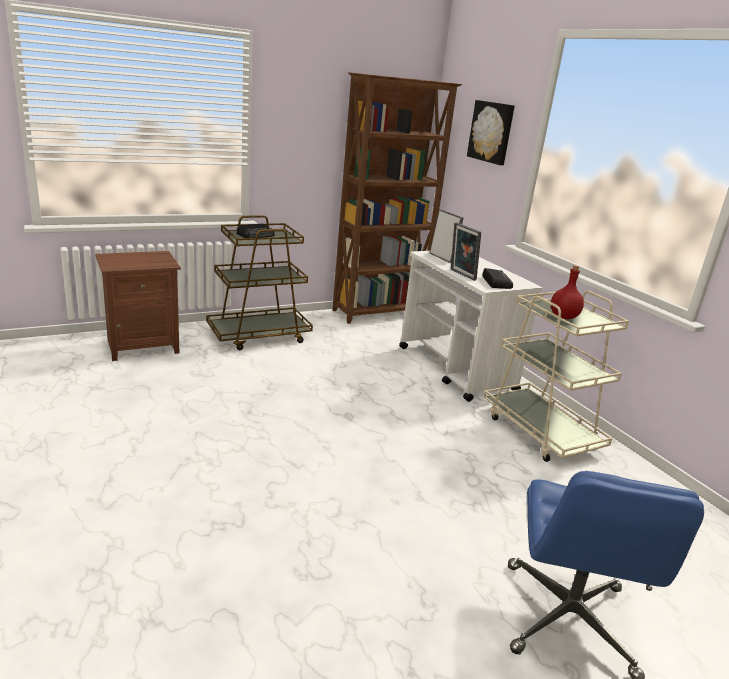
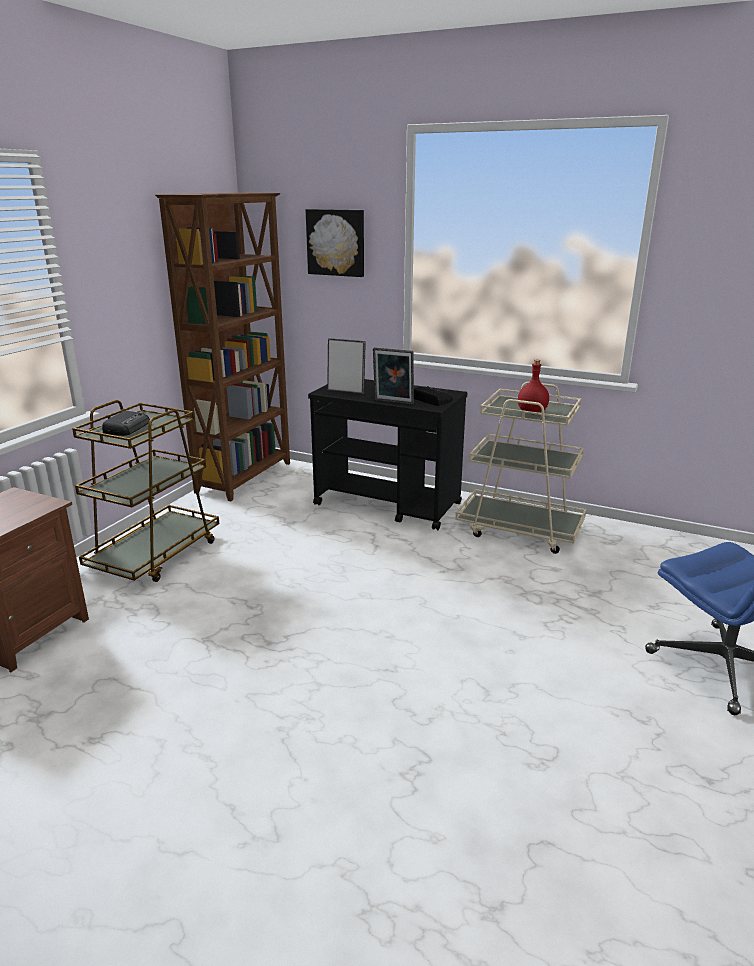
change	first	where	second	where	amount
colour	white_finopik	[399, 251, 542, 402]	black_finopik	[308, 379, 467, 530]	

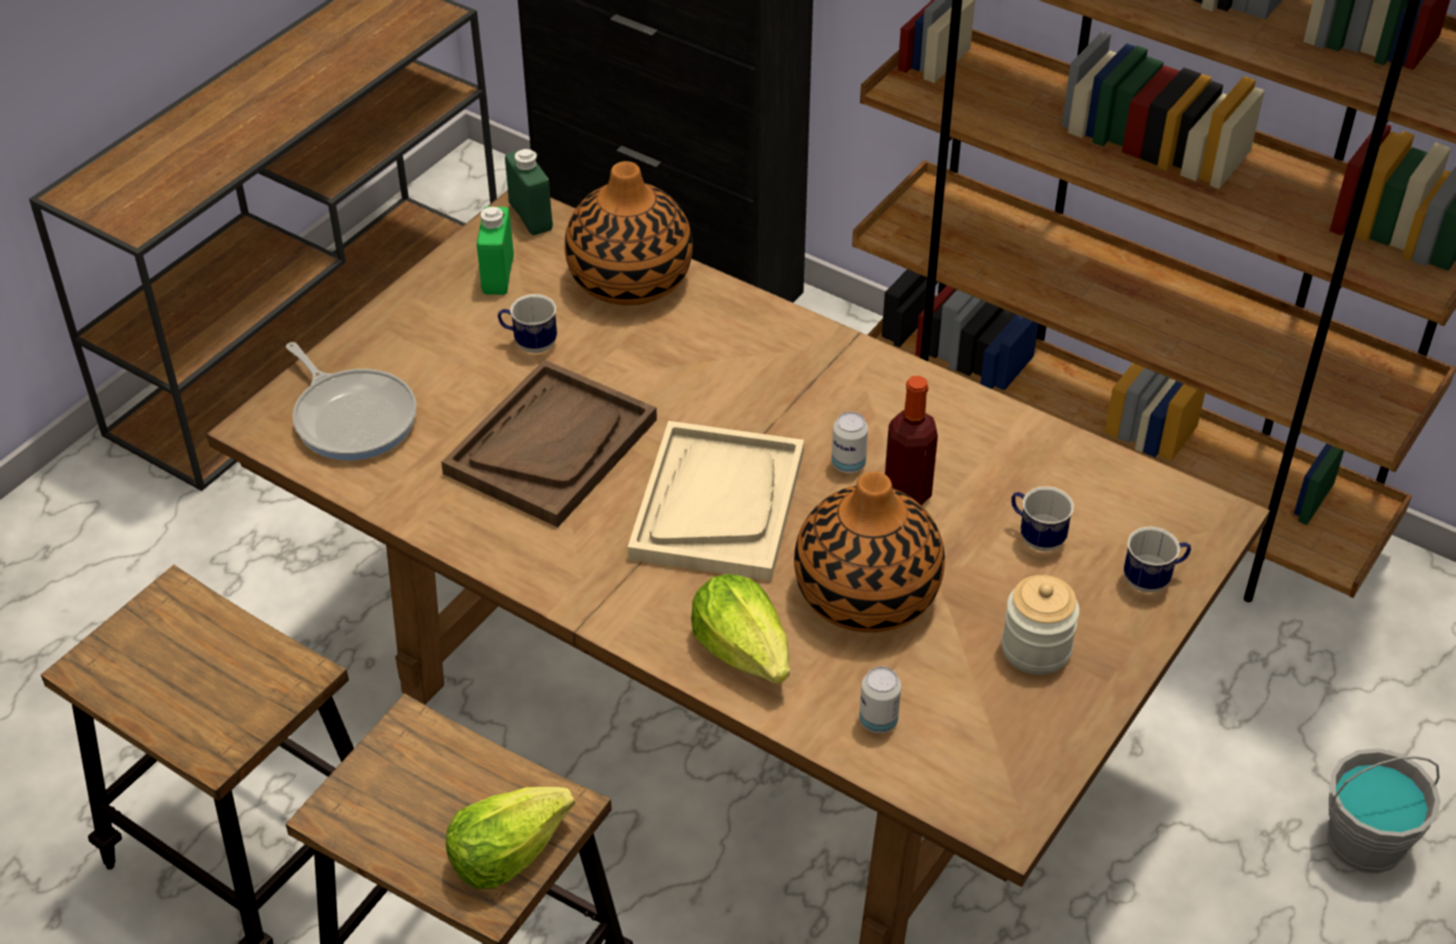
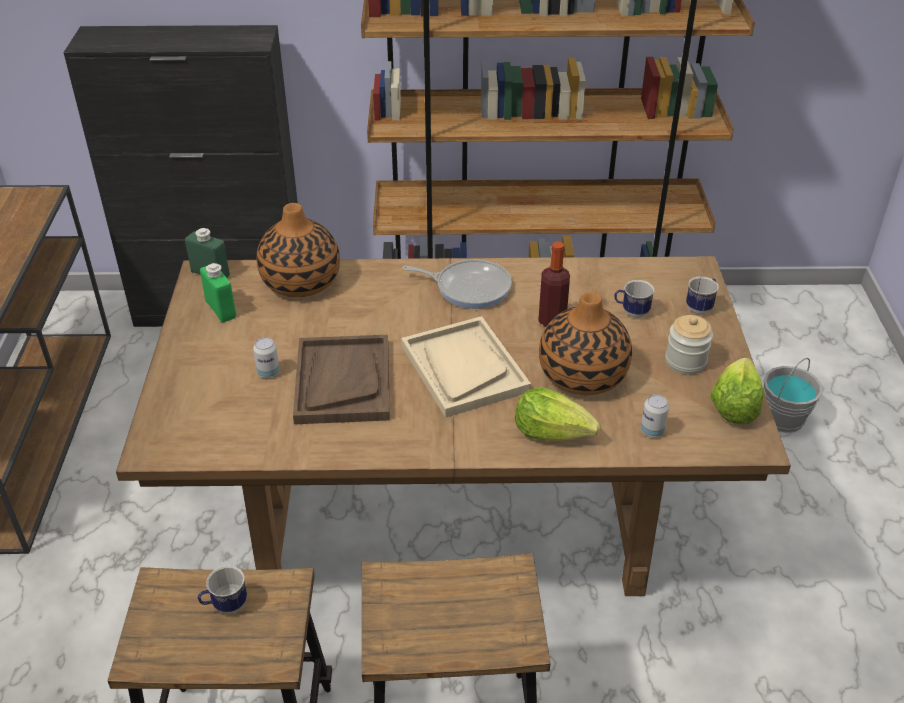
change	first	where	second	where	amount
relocated	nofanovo	[286, 342, 417, 461]		[403, 259, 512, 309]	
relocated	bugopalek	[446, 787, 575, 889]		[710, 358, 763, 424]	
relocated	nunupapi	[498, 294, 557, 353]		[198, 566, 247, 614]	
relocated	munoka	[831, 412, 868, 473]		[253, 337, 280, 378]	

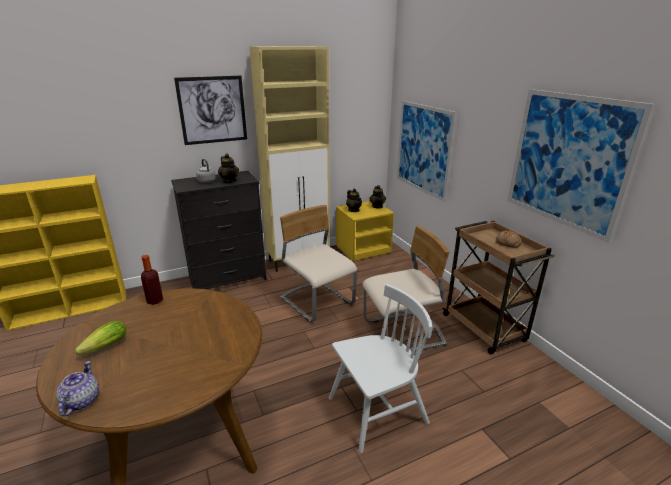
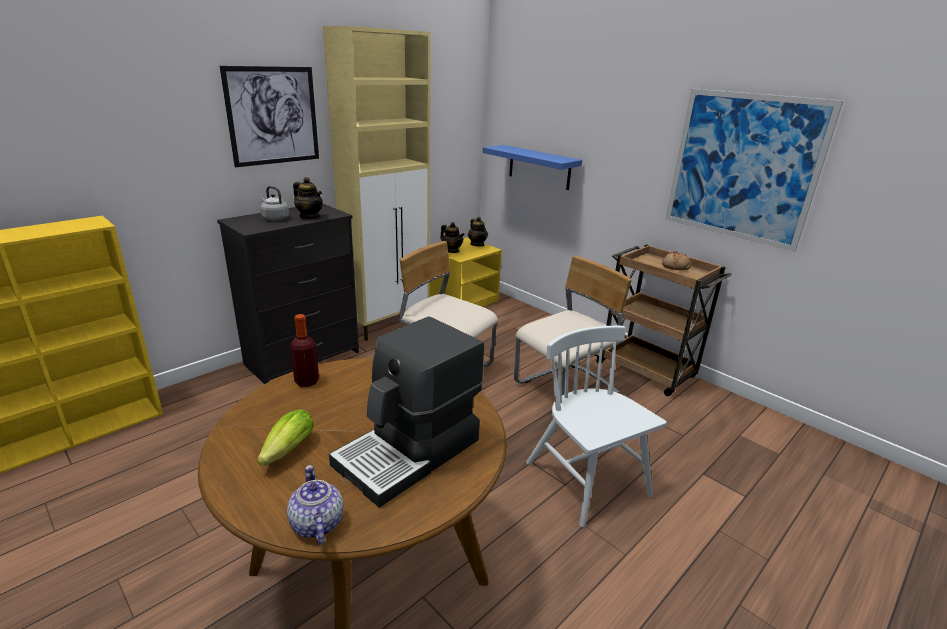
change	first	where	second	where	amount
spun	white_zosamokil	[329, 284, 433, 453]		[526, 326, 667, 527]	75 degrees counterclockwise
exchanged	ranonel	[397, 101, 456, 202]	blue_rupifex	[483, 145, 582, 190]	
appeared			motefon	[329, 317, 484, 508]	

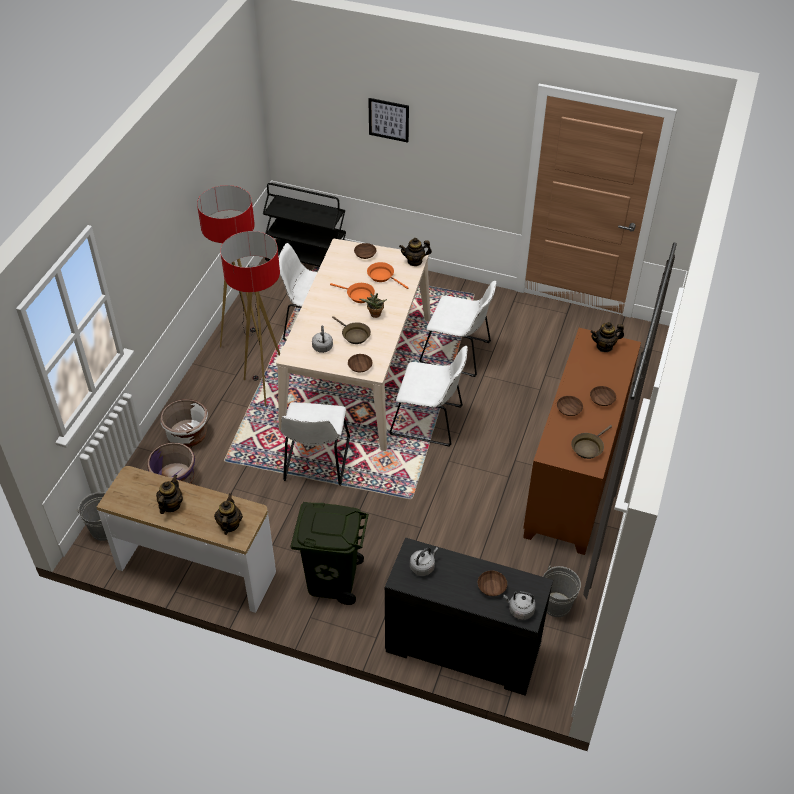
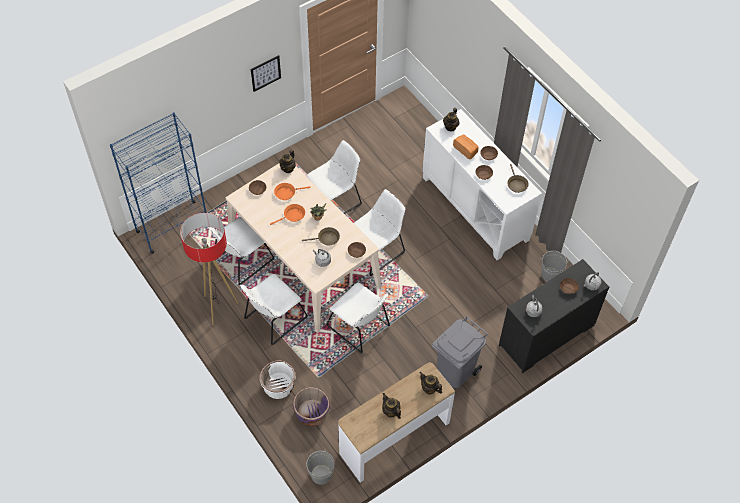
change	first	where	second	where	amount
exchanged	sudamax	[220, 231, 280, 406]	white_zosamokil	[240, 274, 308, 345]	
exchanged	black_finopik	[263, 183, 346, 267]	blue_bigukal	[110, 113, 207, 254]	
colour	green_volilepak	[290, 502, 369, 605]	grey_volilepak	[432, 317, 488, 388]	
relocated	ranonel	[368, 98, 409, 143]		[251, 55, 281, 92]	
colour	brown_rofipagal	[523, 328, 641, 555]	white_rofipagal	[422, 109, 542, 260]	
appeared			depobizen	[453, 135, 479, 160]	

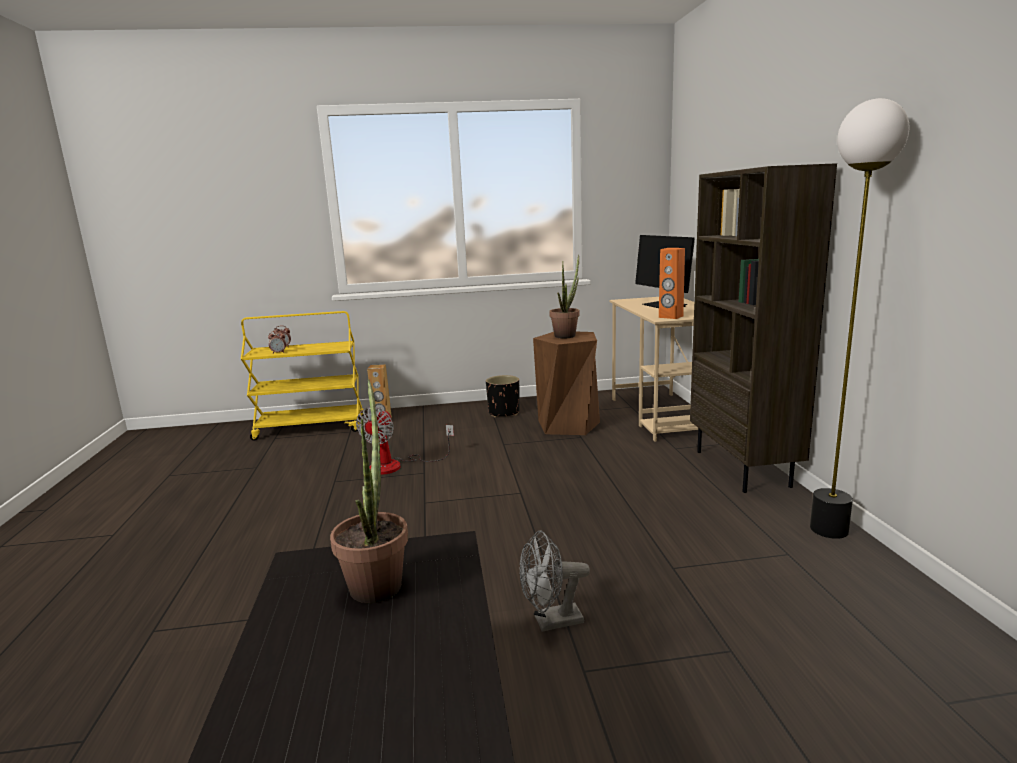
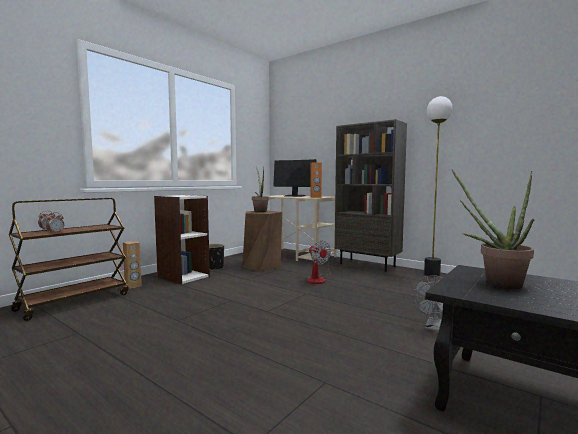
change	first	where	second	where	amount
colour	yellow_finopik	[241, 311, 363, 441]	brown_finopik	[9, 198, 128, 321]	
relocated	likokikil	[356, 407, 454, 475]		[307, 241, 331, 284]	
appeared			bigukal	[154, 195, 210, 284]	

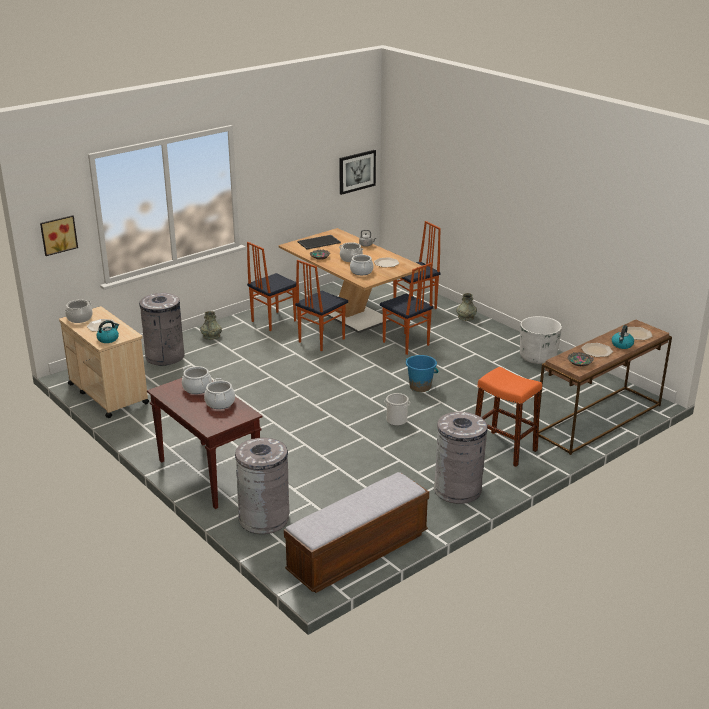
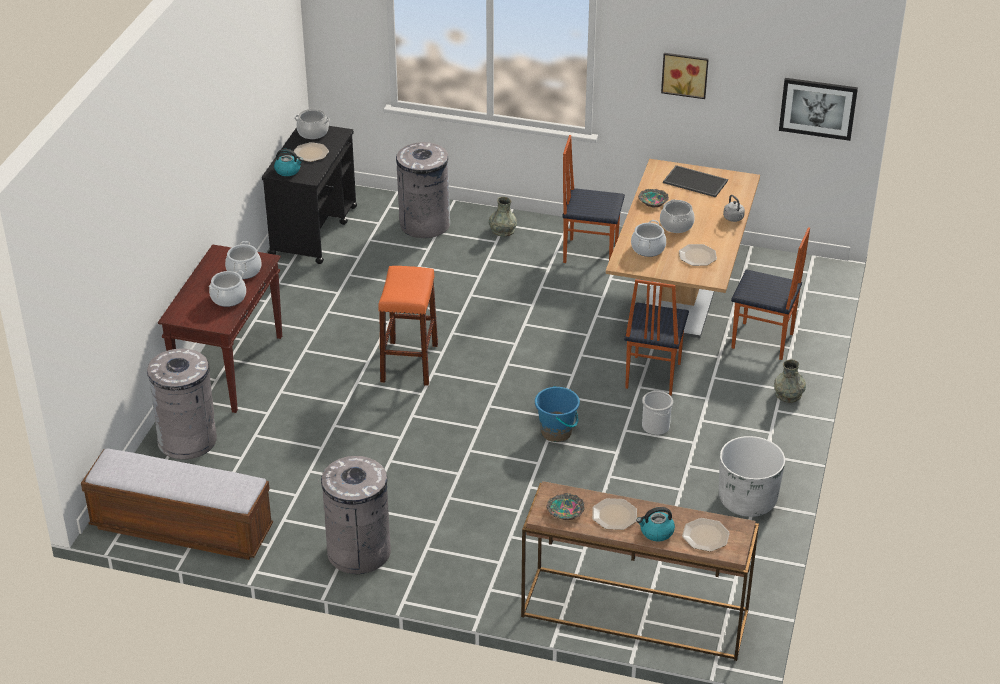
change	first	where	second	where	amount
relocated	ranonel	[40, 215, 78, 256]		[661, 53, 709, 99]	
colour	beige_finopik	[59, 306, 149, 418]	black_finopik	[262, 126, 357, 264]	
missing	zosamokil	[295, 260, 348, 352]			
relocated	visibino	[384, 393, 410, 426]		[642, 391, 673, 435]	
relocated	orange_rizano	[475, 367, 542, 467]		[378, 266, 438, 386]	

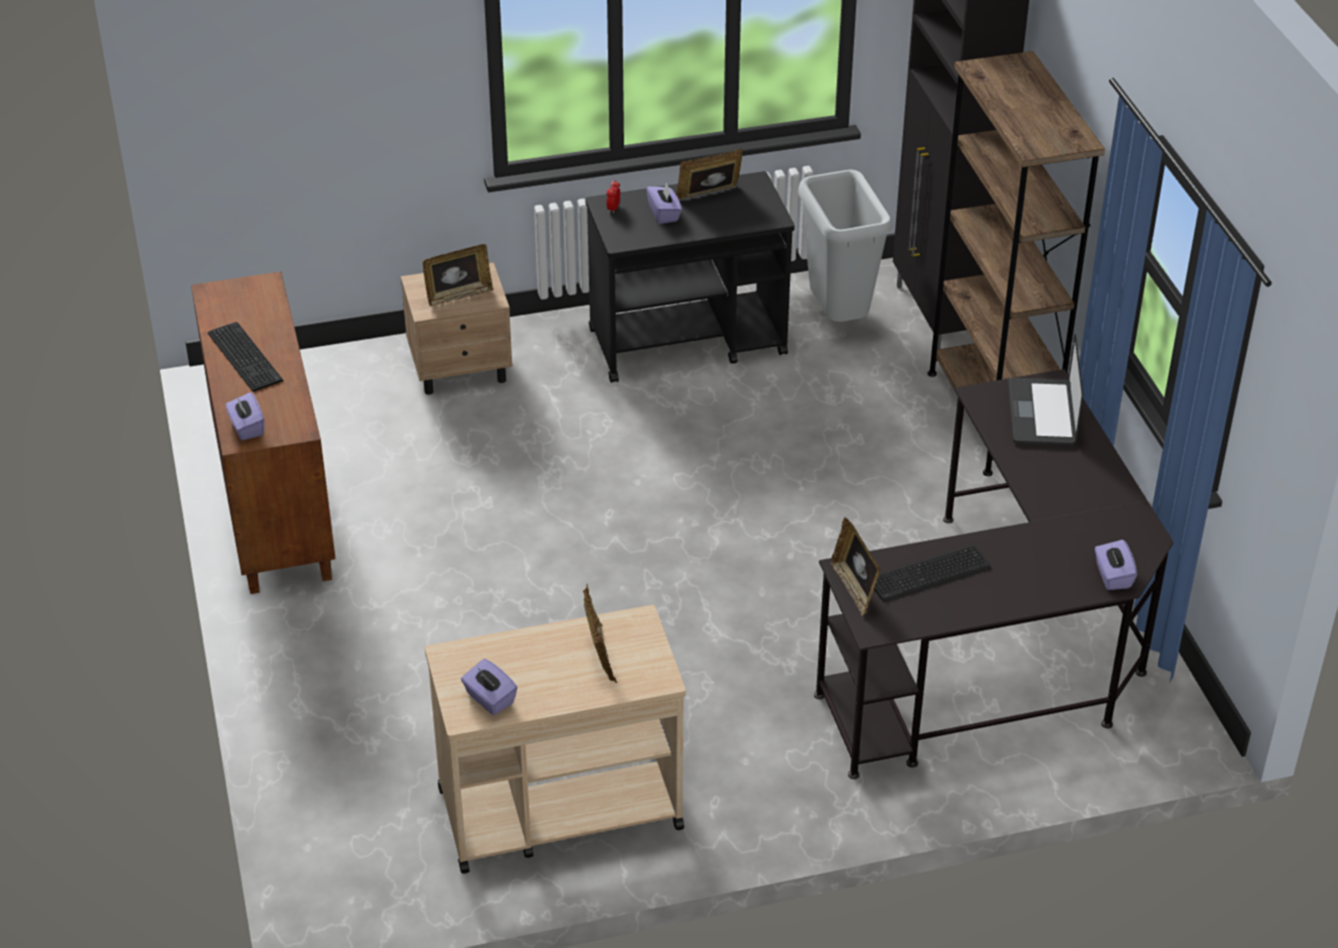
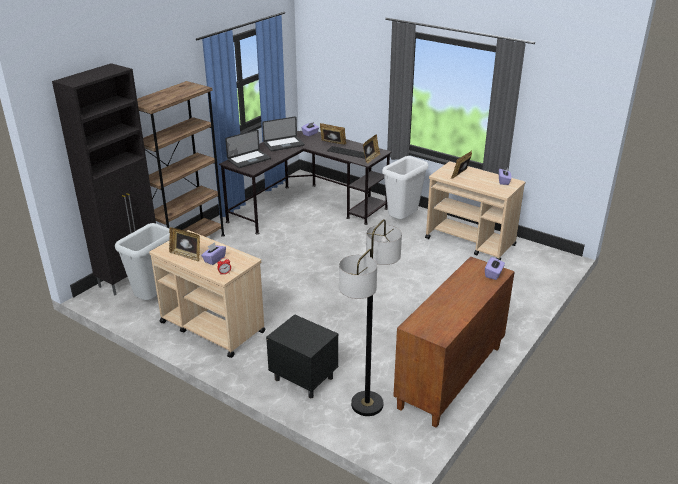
change	first	where	second	where	amount
missing	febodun	[208, 322, 283, 392]			
colour	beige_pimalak	[401, 262, 513, 395]	black_pimalak	[266, 314, 338, 398]	
relocated	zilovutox	[423, 244, 493, 306]		[320, 123, 346, 145]	
colour	black_finopik	[585, 171, 795, 383]	beige_finopik	[149, 230, 265, 358]	
appeared			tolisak	[262, 116, 304, 151]	
appeared			sudamax	[339, 219, 402, 416]	
appeared			white_volilepak	[382, 156, 428, 219]	

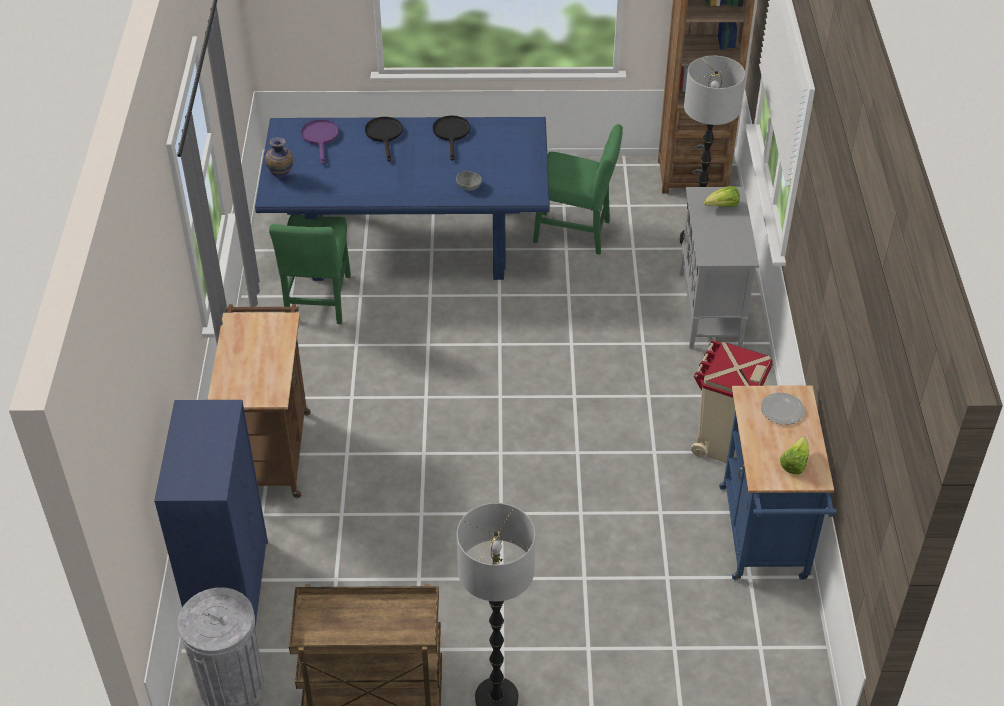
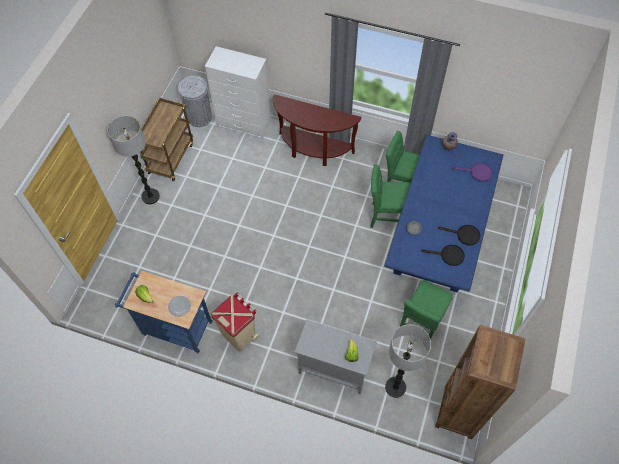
change	first	where	second	where	amount
colour	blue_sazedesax	[154, 400, 268, 627]	white_sazedesax	[205, 46, 271, 140]	
exchanged	brown_finopik	[208, 304, 311, 498]	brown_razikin	[273, 94, 362, 166]	
relocated	black_nofanovo	[365, 117, 403, 162]		[421, 245, 465, 266]	
appeared			green_zosamokil	[370, 164, 411, 228]	

